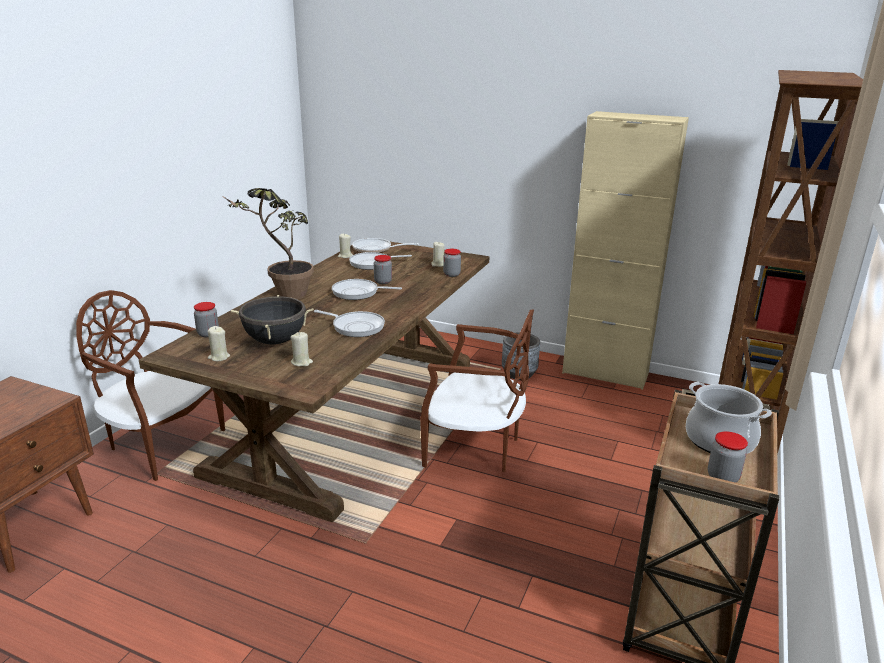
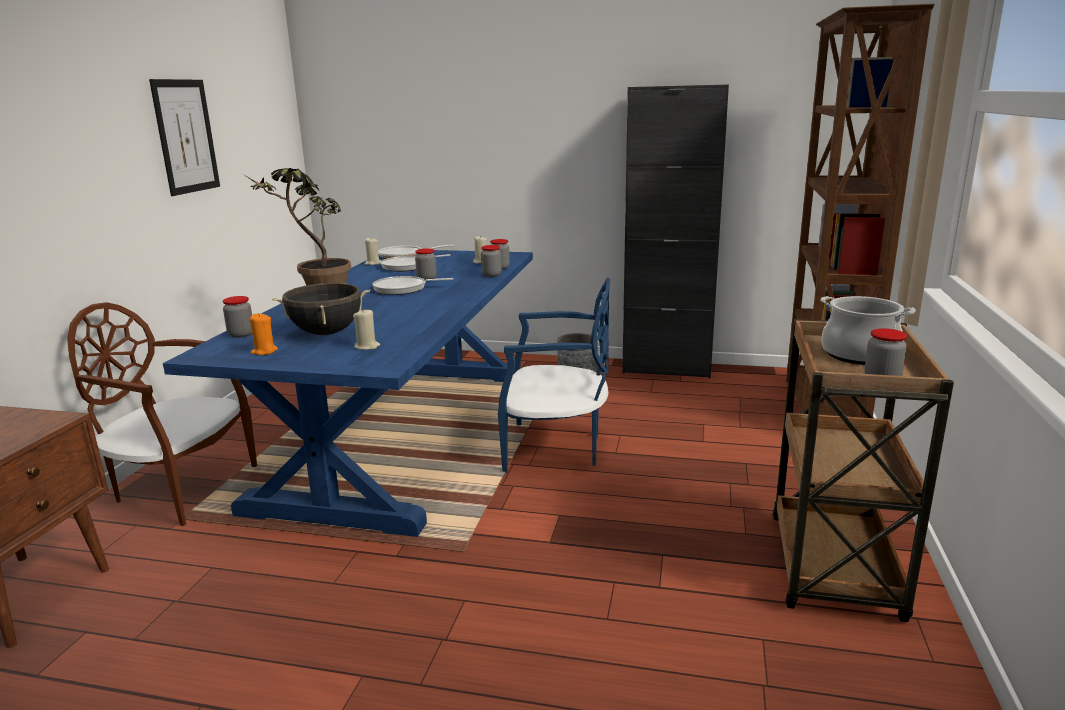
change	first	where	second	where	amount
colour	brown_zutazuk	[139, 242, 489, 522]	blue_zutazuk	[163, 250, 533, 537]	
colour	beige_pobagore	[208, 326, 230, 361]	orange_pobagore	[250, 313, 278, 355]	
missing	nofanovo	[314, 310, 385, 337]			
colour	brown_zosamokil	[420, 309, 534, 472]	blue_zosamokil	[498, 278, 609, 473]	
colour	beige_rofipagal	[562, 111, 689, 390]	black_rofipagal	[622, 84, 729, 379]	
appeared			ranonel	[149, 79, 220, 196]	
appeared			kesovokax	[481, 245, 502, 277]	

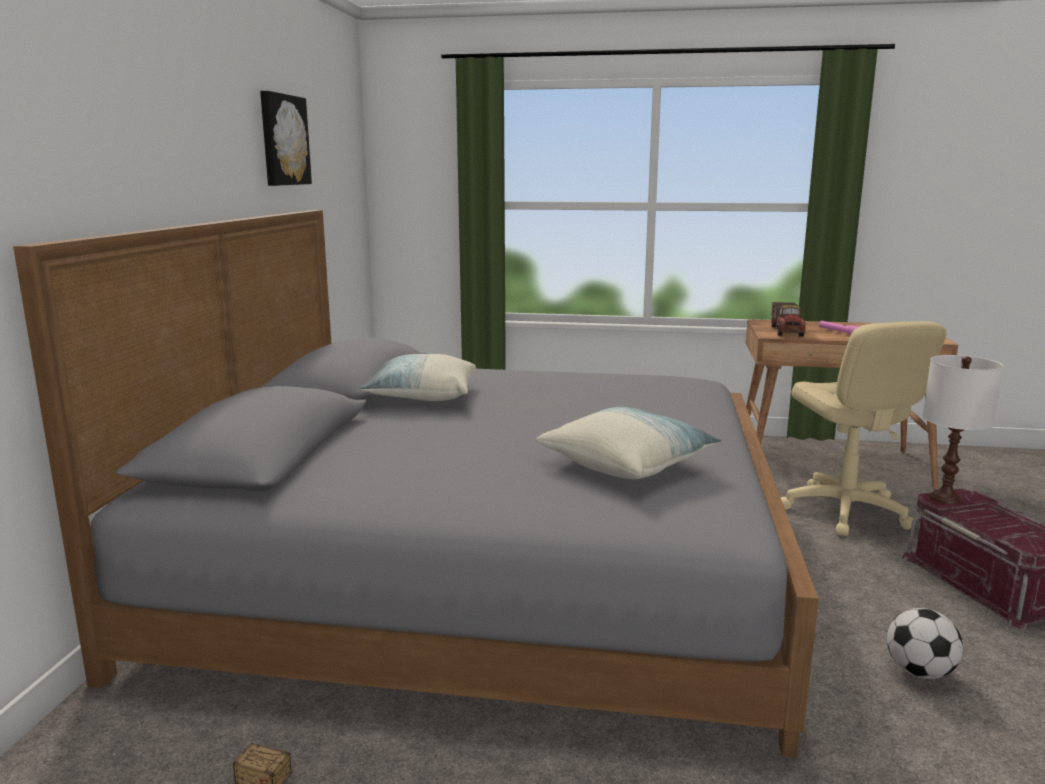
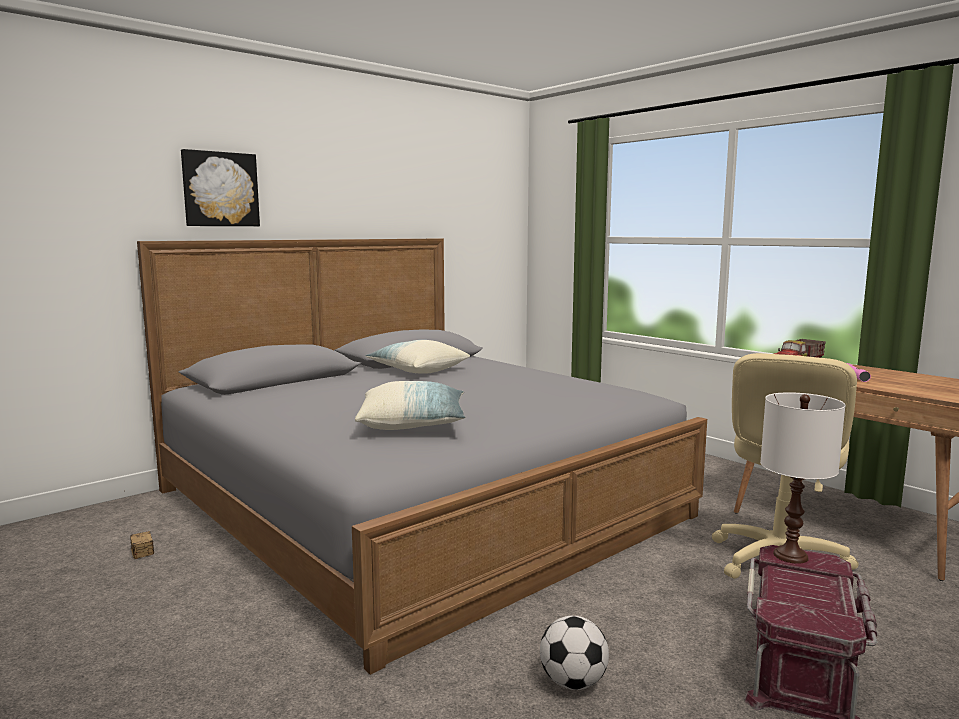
change	first	where	second	where	amount
relocated	ranonel	[260, 91, 312, 186]		[181, 149, 260, 226]	

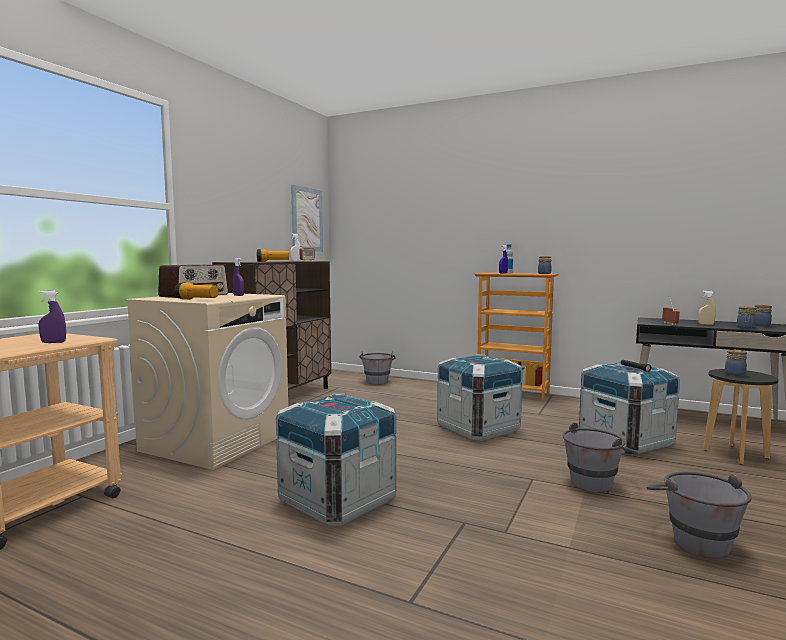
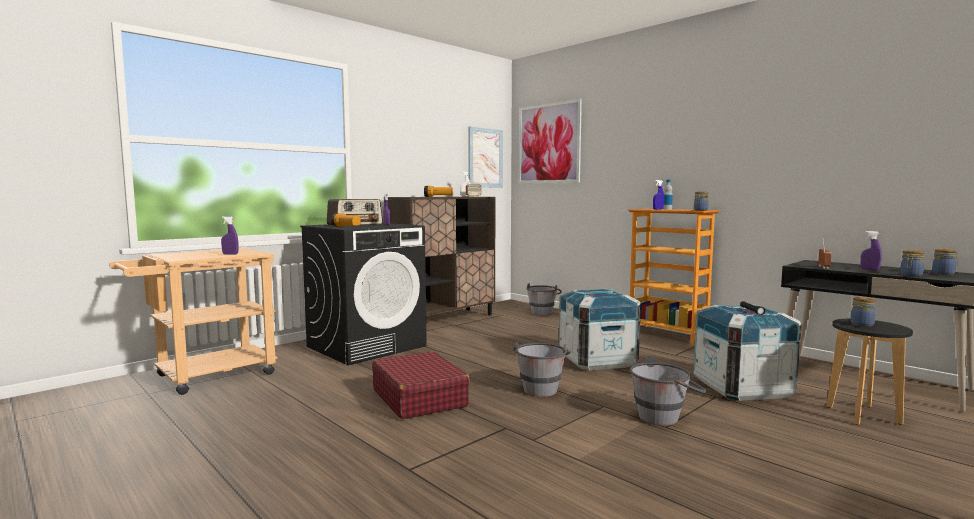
change	first	where	second	where	amount
colour	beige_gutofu	[125, 293, 288, 470]	black_gutofu	[300, 223, 427, 365]	
exchanged	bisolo	[276, 394, 396, 526]	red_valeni	[372, 351, 470, 419]	
relocated	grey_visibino	[646, 471, 752, 559]		[513, 342, 570, 397]	
colour	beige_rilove	[698, 291, 716, 325]	purple_rilove	[860, 231, 882, 270]	
appeared			ranonel	[519, 99, 582, 184]	

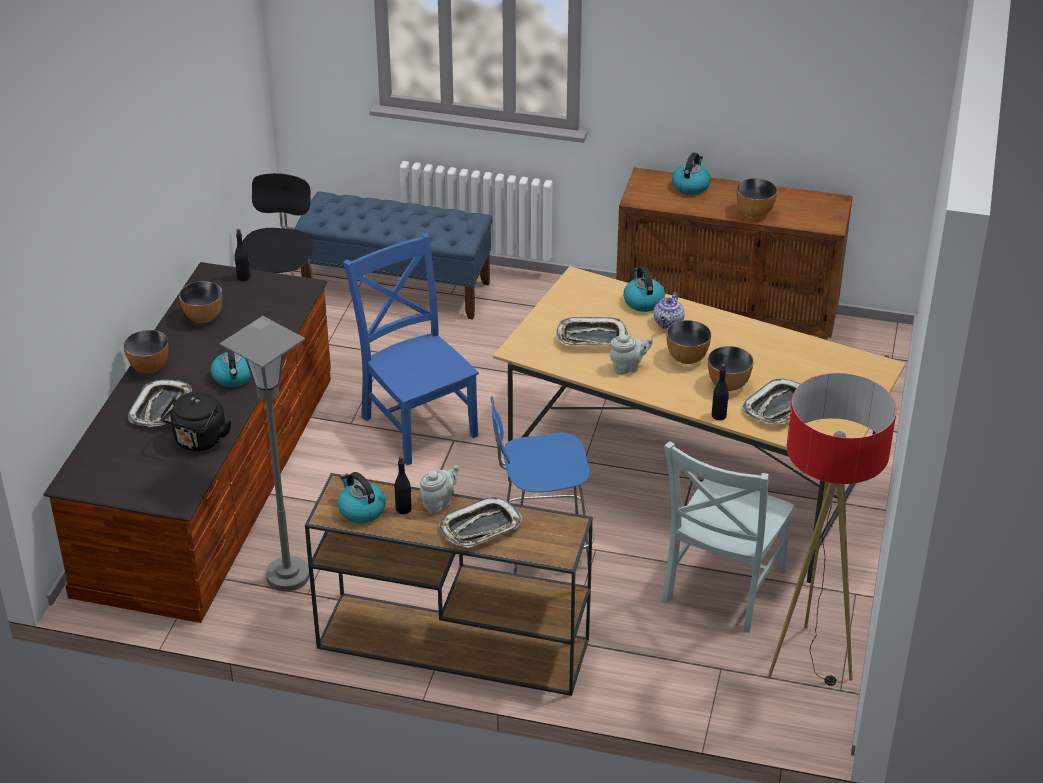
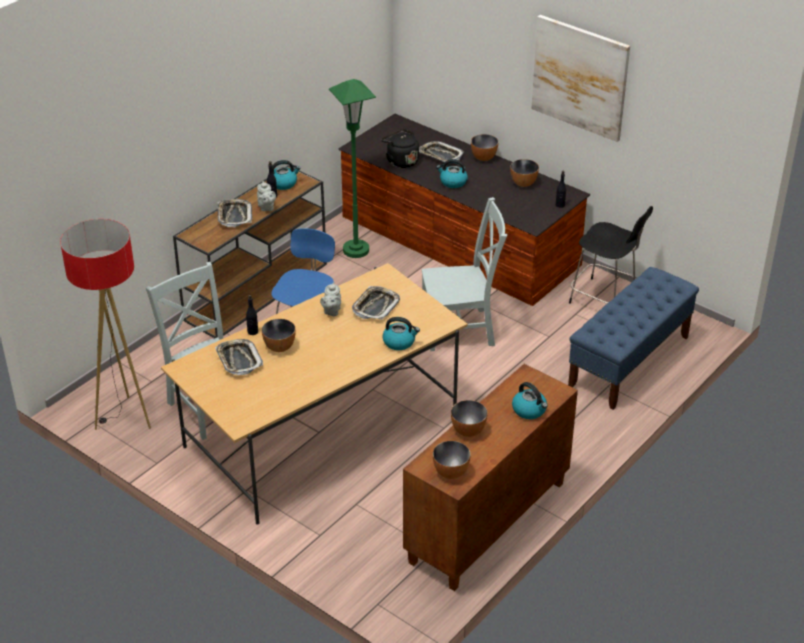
change	first	where	second	where	amount
colour	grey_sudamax	[220, 316, 310, 592]	green_sudamax	[329, 79, 376, 258]	
colour	blue_zosamokil	[343, 232, 479, 465]	grey_zosamokil	[422, 197, 507, 351]	
missing	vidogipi	[654, 292, 685, 329]			
relocated	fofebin	[667, 320, 711, 364]		[433, 441, 471, 479]	
appeared			ranonel	[531, 15, 630, 142]	

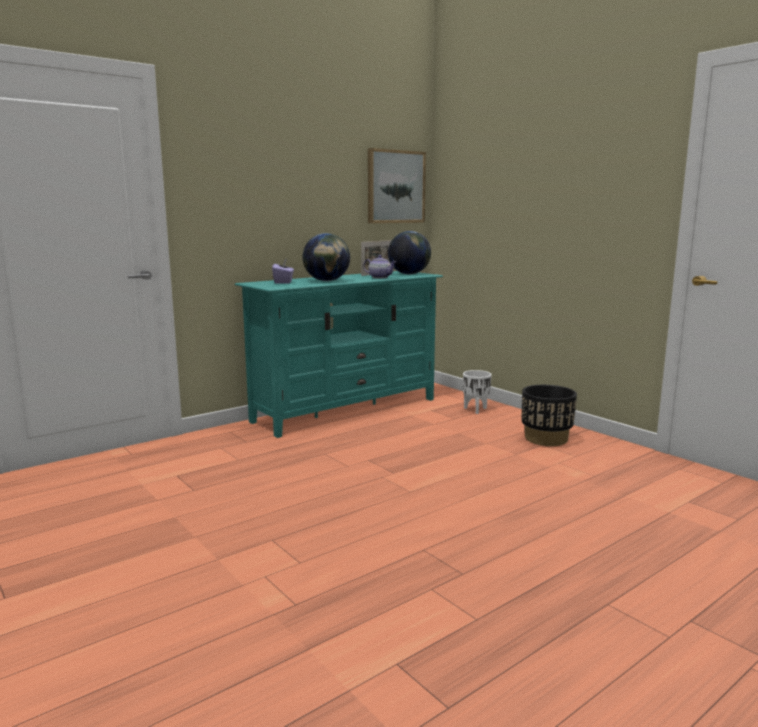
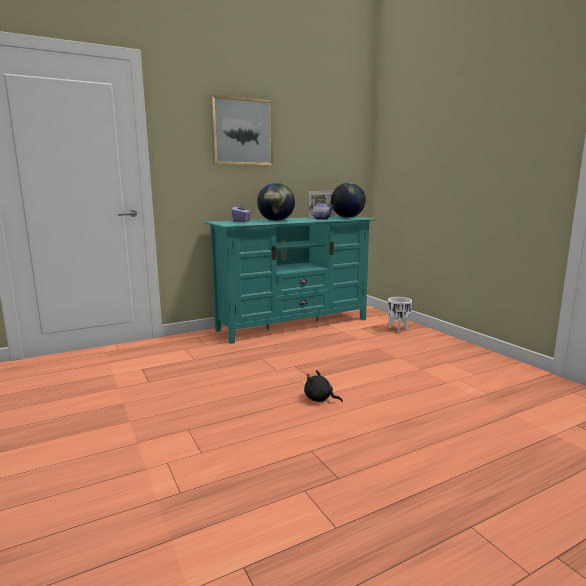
change	first	where	second	where	amount
relocated	ranonel	[368, 148, 426, 223]		[210, 95, 273, 165]	
missing	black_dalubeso	[522, 385, 577, 446]			
appeared			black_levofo	[304, 370, 343, 403]	

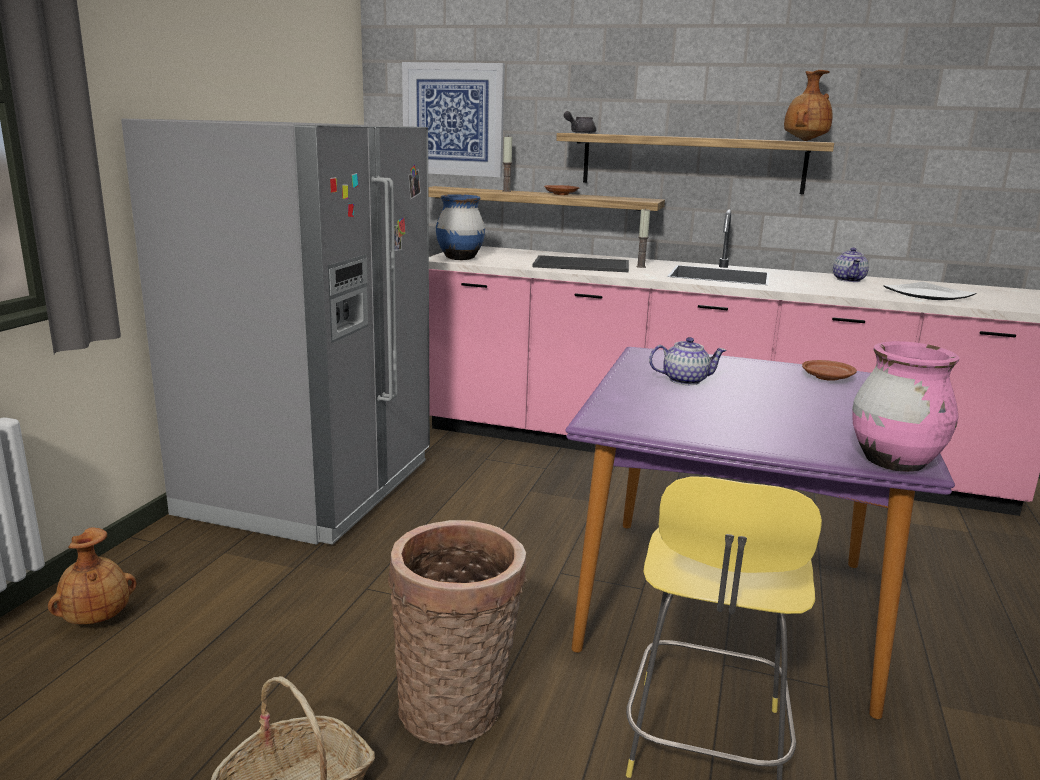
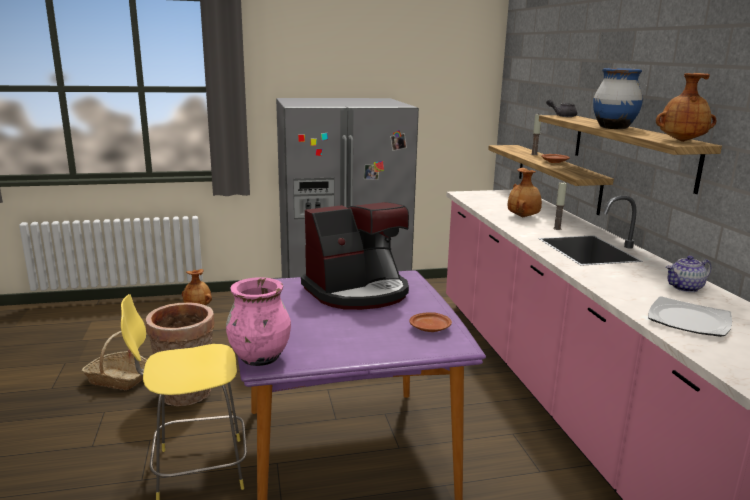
change	first	where	second	where	amount
missing	ranonel	[402, 62, 505, 177]			
relocated	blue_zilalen	[436, 194, 485, 260]		[593, 68, 643, 129]	
exchanged	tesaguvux	[533, 255, 629, 272]	brown_zilalen	[508, 168, 542, 217]	
exchanged	vidogipi	[649, 337, 727, 385]	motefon	[301, 202, 409, 310]	

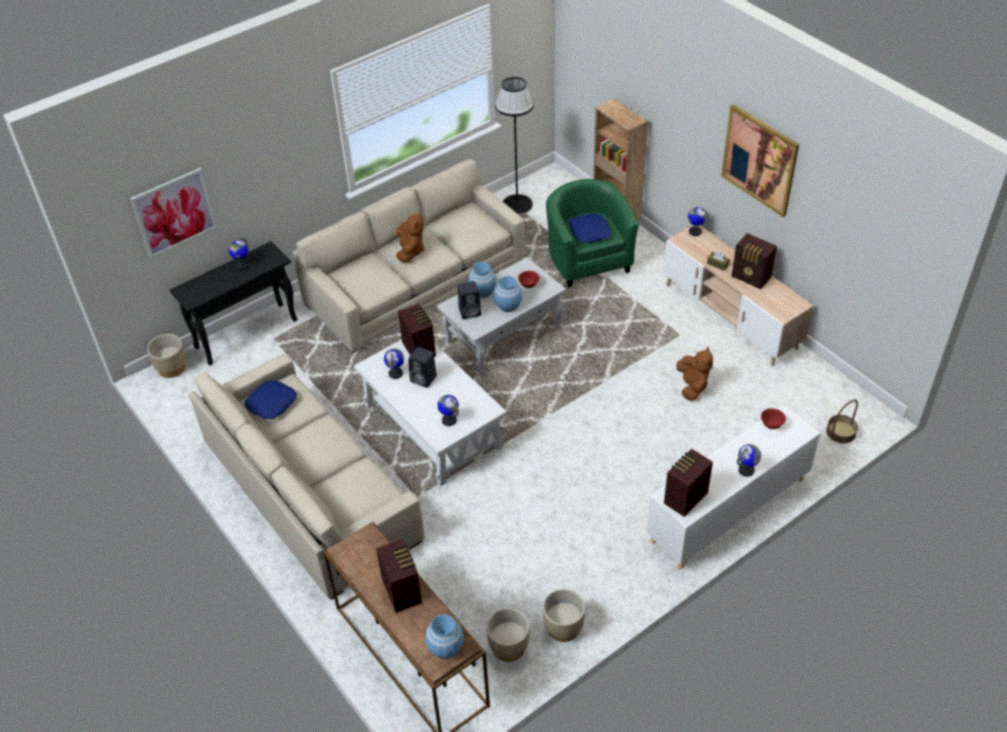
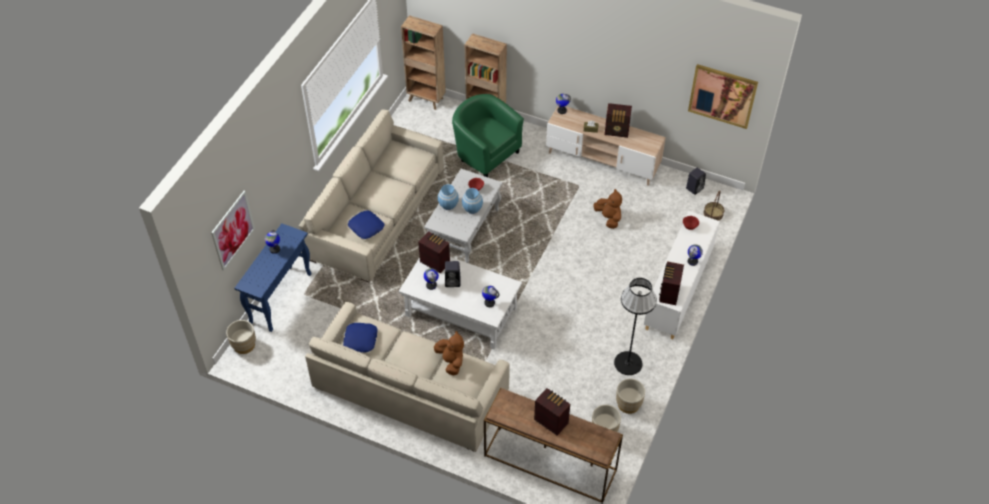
change	first	where	second	where	amount
colour	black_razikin	[170, 241, 298, 365]	blue_razikin	[235, 223, 312, 332]	
relocated	brown_levofo	[396, 212, 424, 263]		[434, 331, 464, 376]	
missing	blue_zilalen	[425, 614, 464, 659]			
relocated	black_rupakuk	[458, 281, 481, 319]		[686, 167, 706, 195]	
relocated	black_sudamax	[495, 77, 534, 214]		[614, 278, 657, 375]	
relocated	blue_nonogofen	[569, 214, 612, 243]		[348, 210, 385, 239]	
relocated	ranonel	[721, 104, 799, 217]		[688, 64, 758, 129]	
appeared			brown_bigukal	[401, 15, 446, 110]	

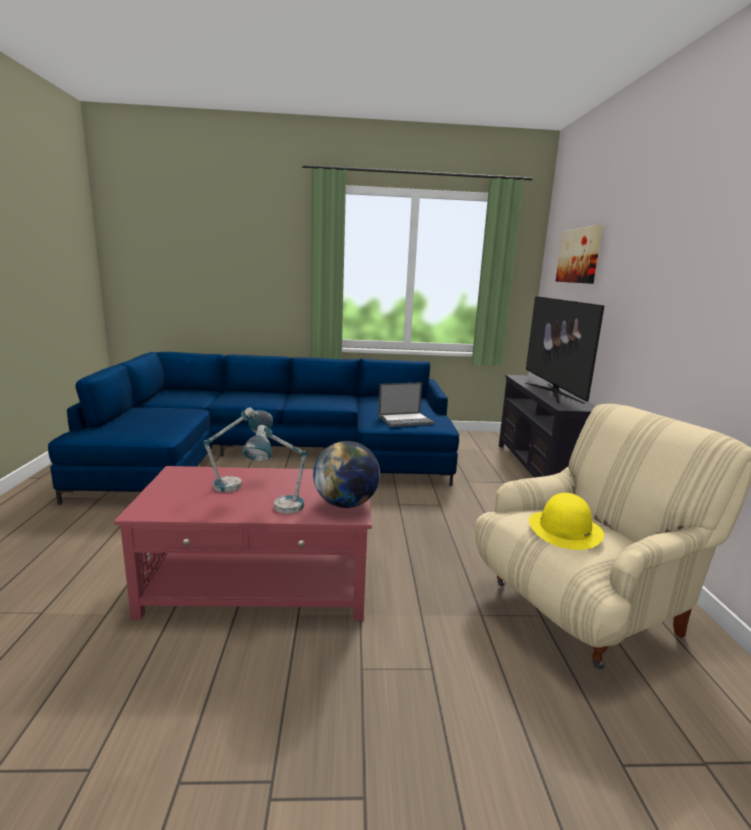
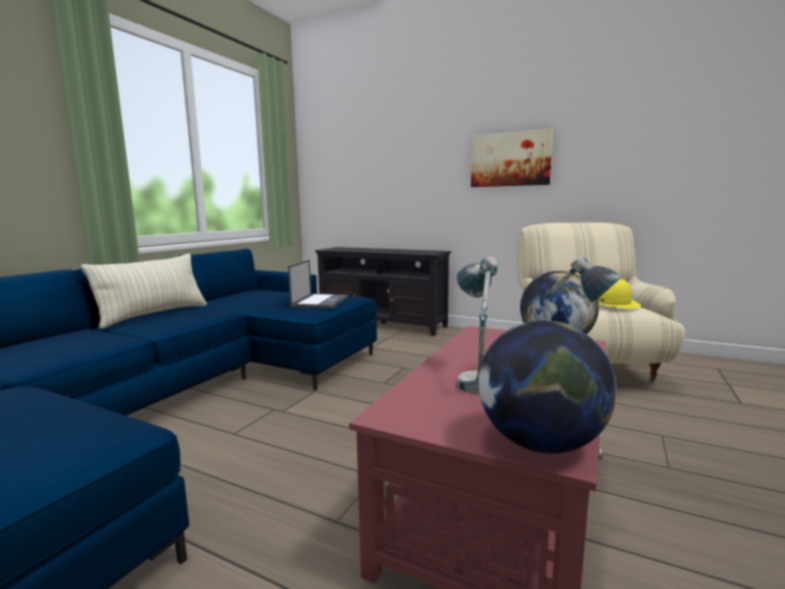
change	first	where	second	where	amount
missing	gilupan	[525, 296, 604, 404]			
relocated	ranonel	[556, 225, 603, 284]		[471, 129, 553, 187]	
appeared			beige_nonogofen	[81, 253, 207, 329]	
appeared			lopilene	[479, 320, 617, 453]	

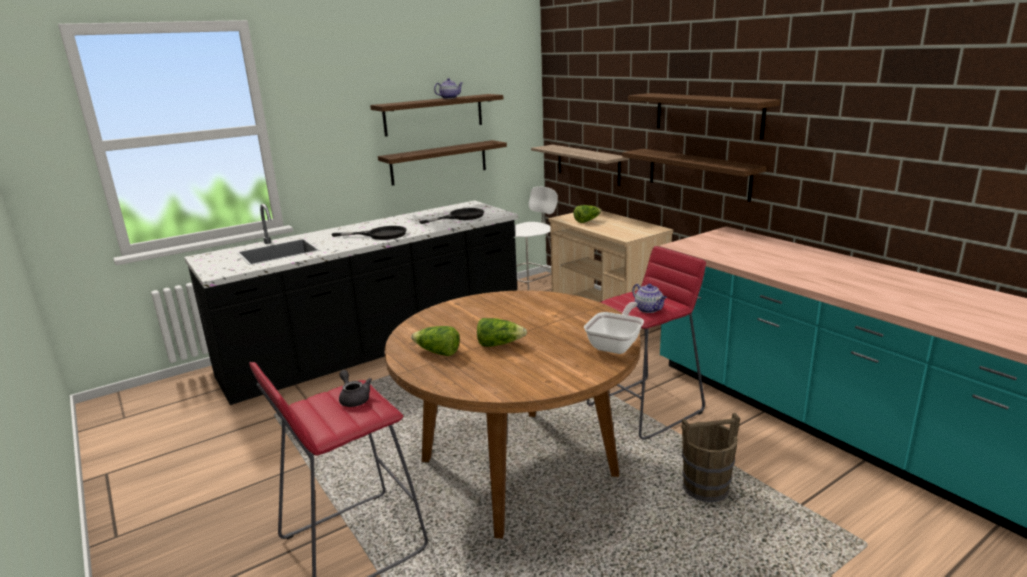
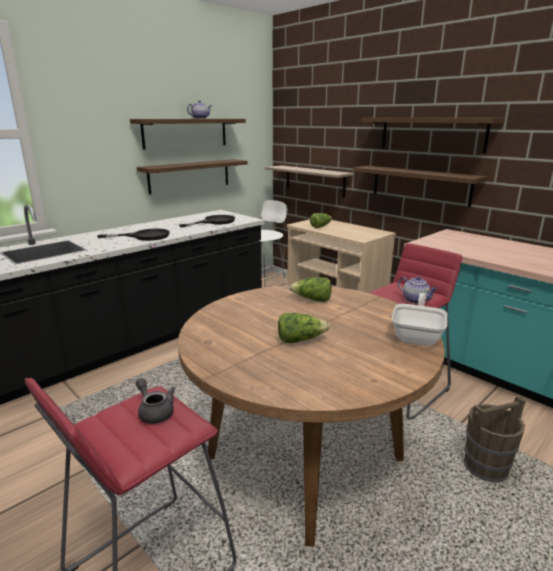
change	first	where	second	where	amount
relocated	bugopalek	[411, 326, 460, 356]		[289, 277, 332, 302]	

